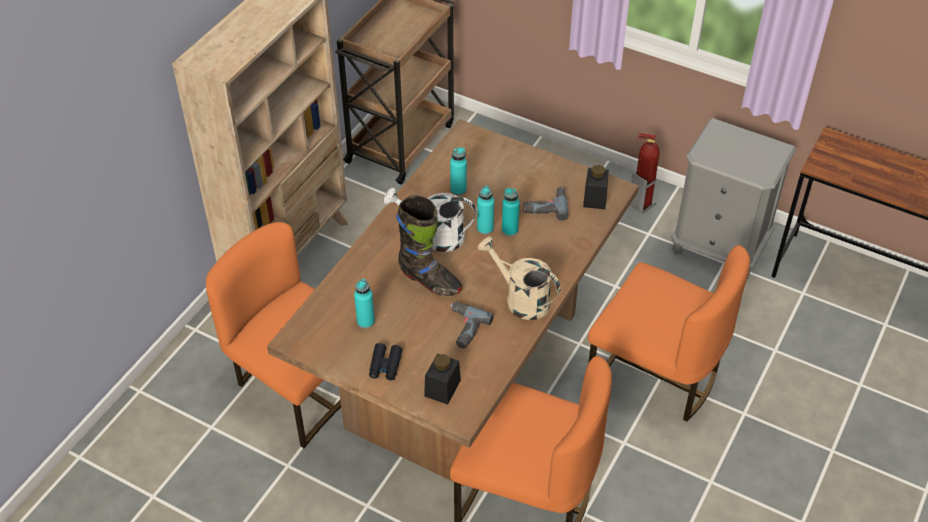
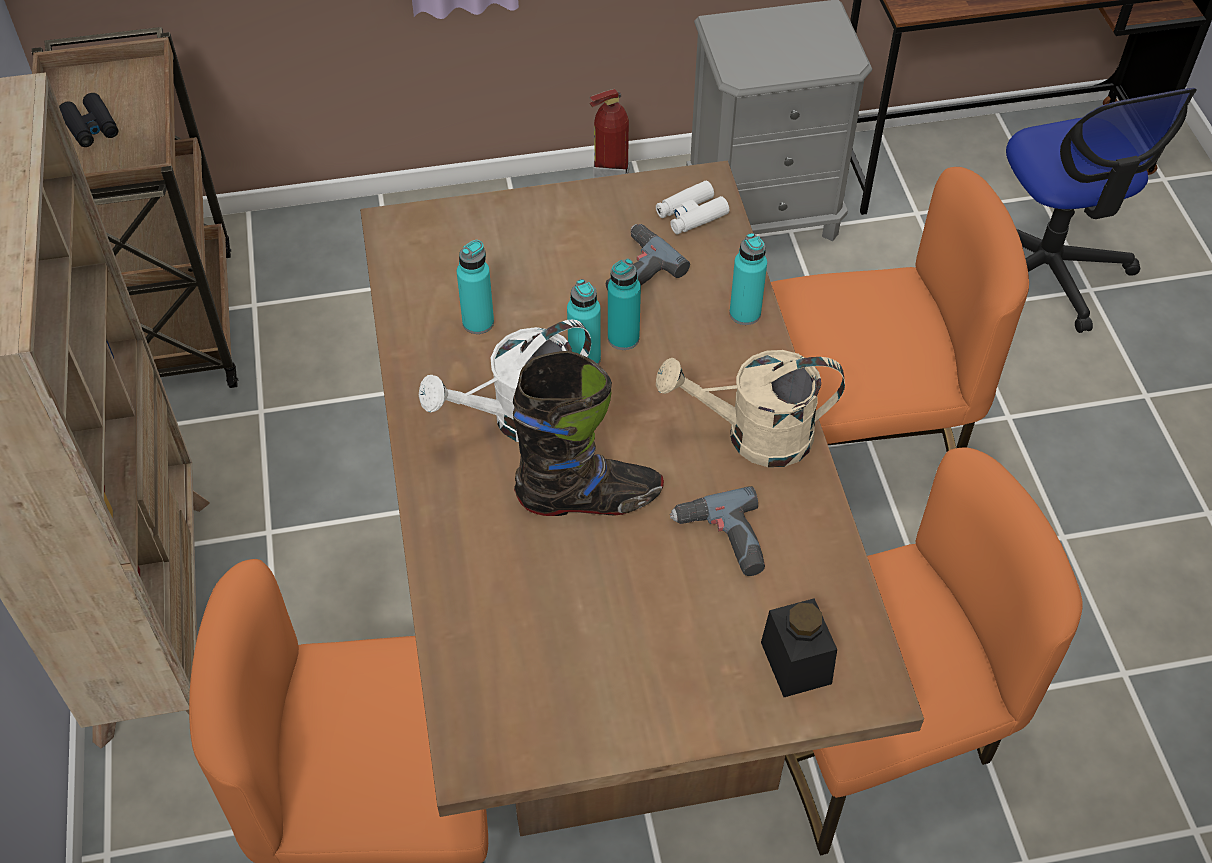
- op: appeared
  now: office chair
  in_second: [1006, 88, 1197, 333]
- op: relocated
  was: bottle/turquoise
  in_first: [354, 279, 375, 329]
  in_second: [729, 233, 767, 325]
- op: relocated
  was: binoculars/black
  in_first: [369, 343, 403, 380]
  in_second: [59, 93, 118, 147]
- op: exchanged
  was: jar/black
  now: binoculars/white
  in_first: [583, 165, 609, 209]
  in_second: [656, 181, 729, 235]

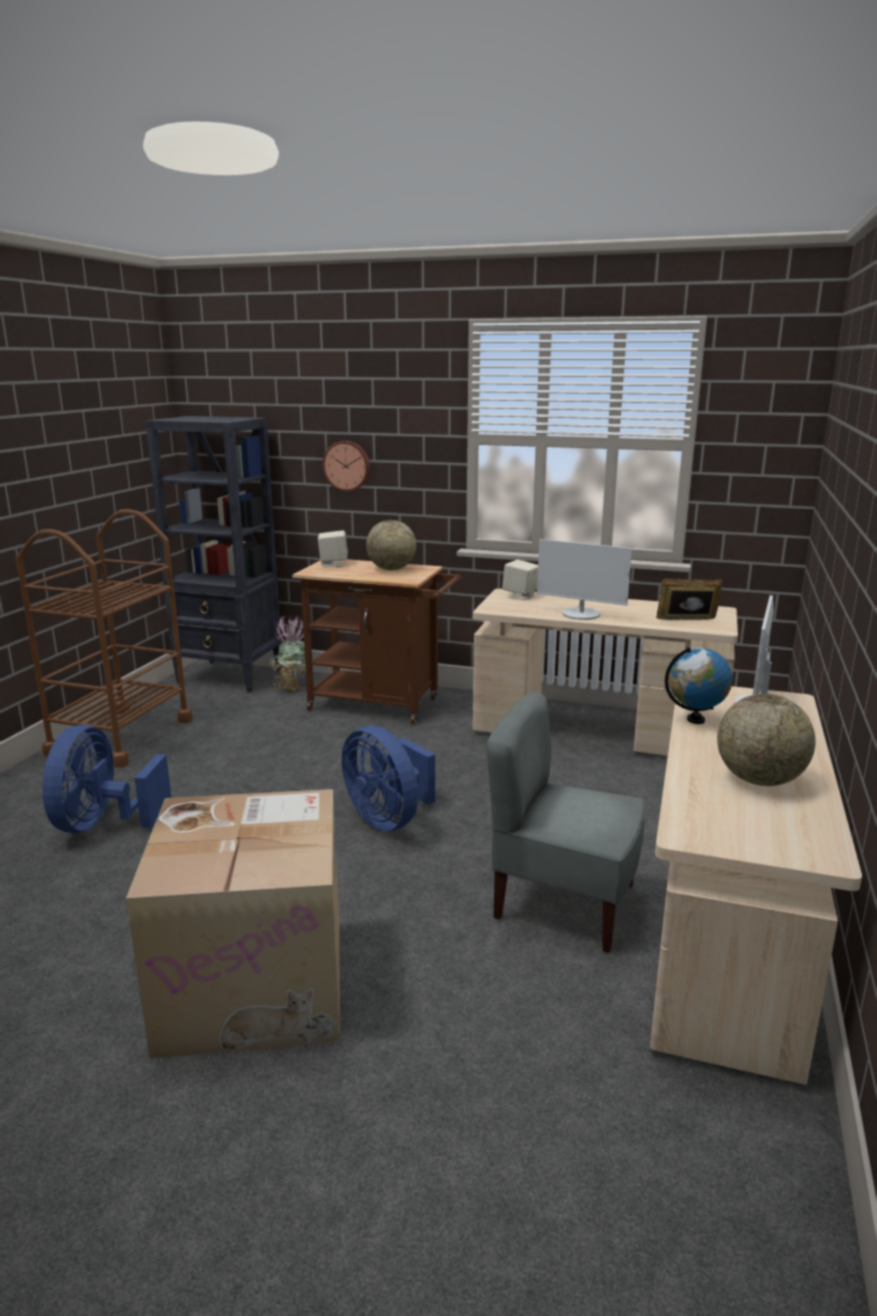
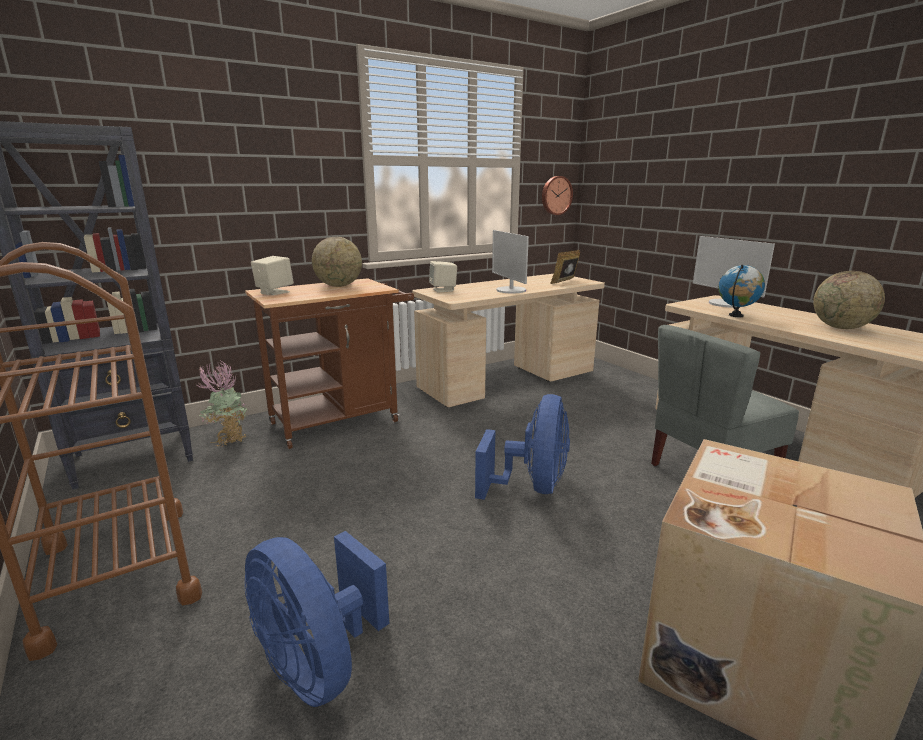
- op: relocated
  was: wall clock
  in_first: [322, 441, 370, 492]
  in_second: [542, 176, 573, 215]
- op: spun
  was: fan/blue
  in_first: [342, 726, 435, 831]
  in_second: [475, 394, 570, 500]
  clockwise: -75
- op: spun
  was: monitor
  in_first: [537, 539, 632, 620]
  in_second: [492, 230, 529, 293]
  clockwise: 90

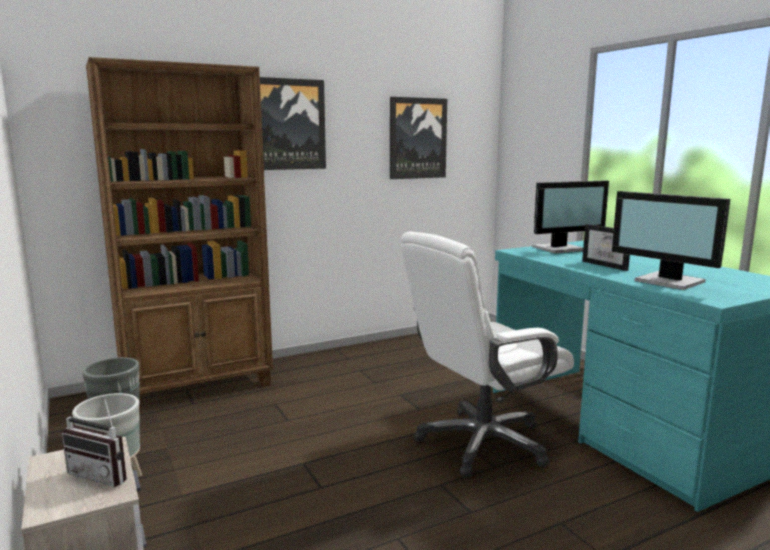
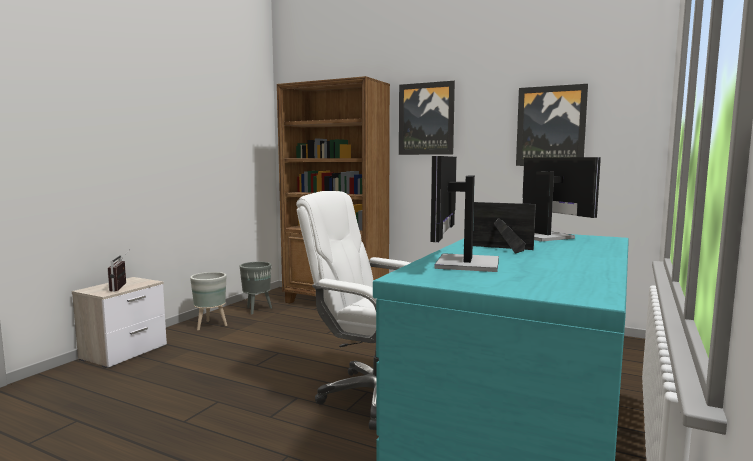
- op: spun
  was: monitor
  in_first: [532, 181, 609, 253]
  in_second: [522, 157, 601, 242]
  clockwise: -150
- op: spun
  was: picture frame
  in_first: [582, 224, 630, 271]
  in_second: [473, 202, 536, 254]
  clockwise: 90

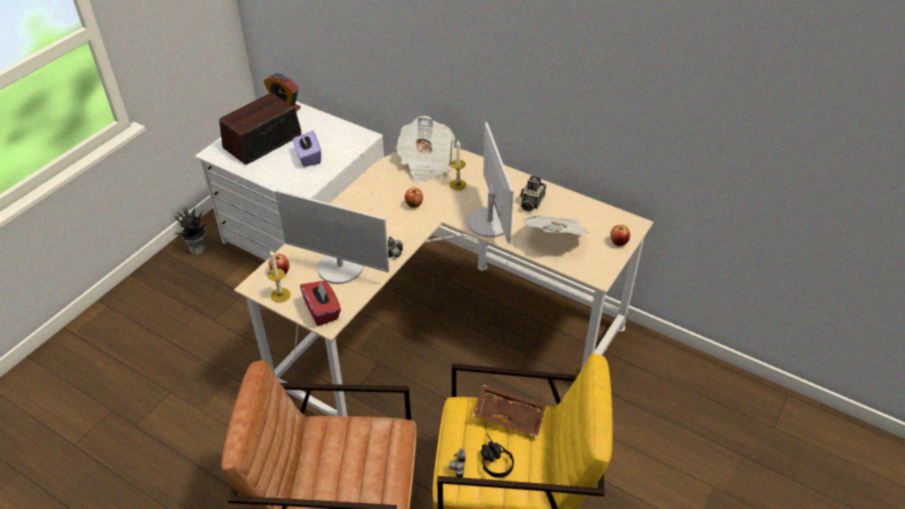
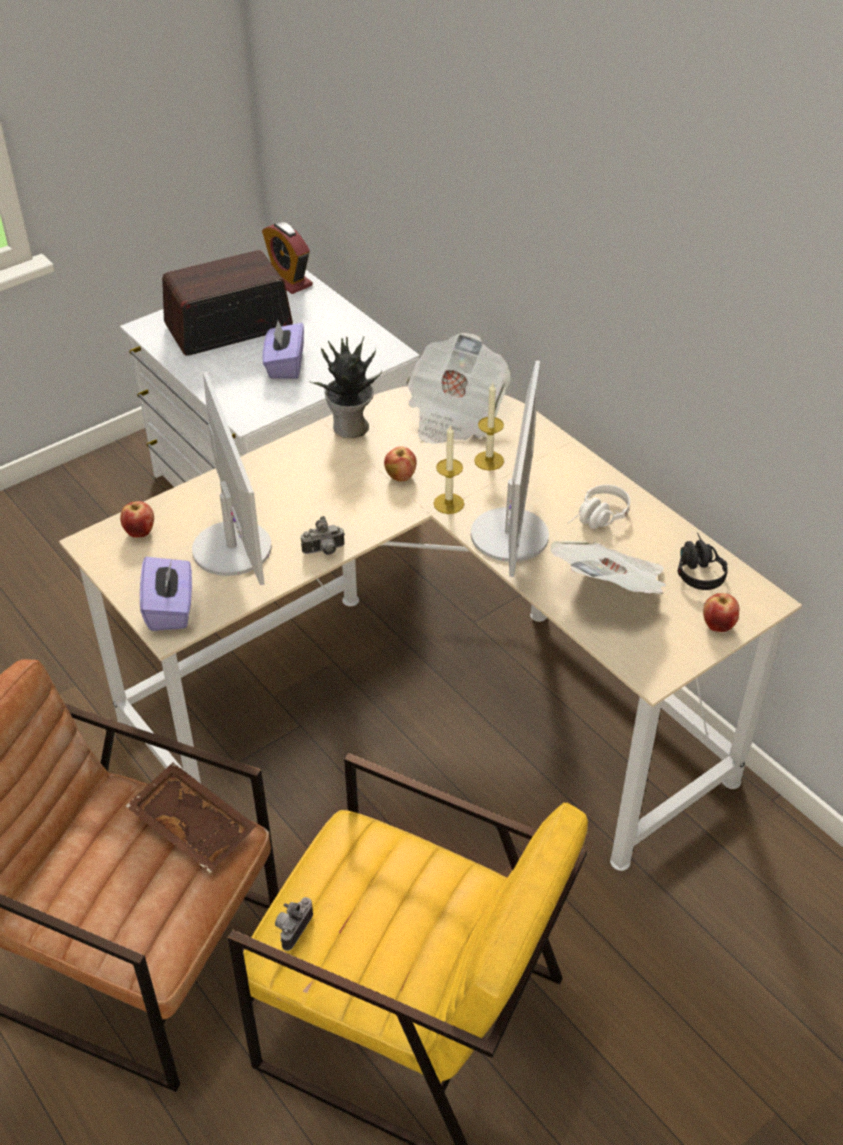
- op: relocated
  was: potted plant
  in_first: [174, 205, 208, 255]
  in_second: [309, 337, 382, 438]
- op: relocated
  was: candle
  in_first: [268, 250, 291, 303]
  in_second: [434, 424, 464, 514]
- op: relocated
  was: tray/brown
  in_first: [473, 384, 546, 437]
  in_second: [126, 762, 257, 873]
- op: relocated
  was: headphones/black
  in_first: [481, 434, 514, 478]
  in_second: [677, 532, 728, 590]
- op: exchanged
  was: photo camera
  now: headphones/white
  in_first: [520, 176, 546, 212]
  in_second: [568, 485, 630, 529]
- op: colour
  was: tissue box/red
  now: tissue box/purple
  in_first: [300, 280, 341, 326]
  in_second: [140, 557, 192, 631]
- op: spun
  was: monitor
  in_first: [275, 190, 389, 284]
  in_second: [192, 372, 272, 585]
  clockwise: -150

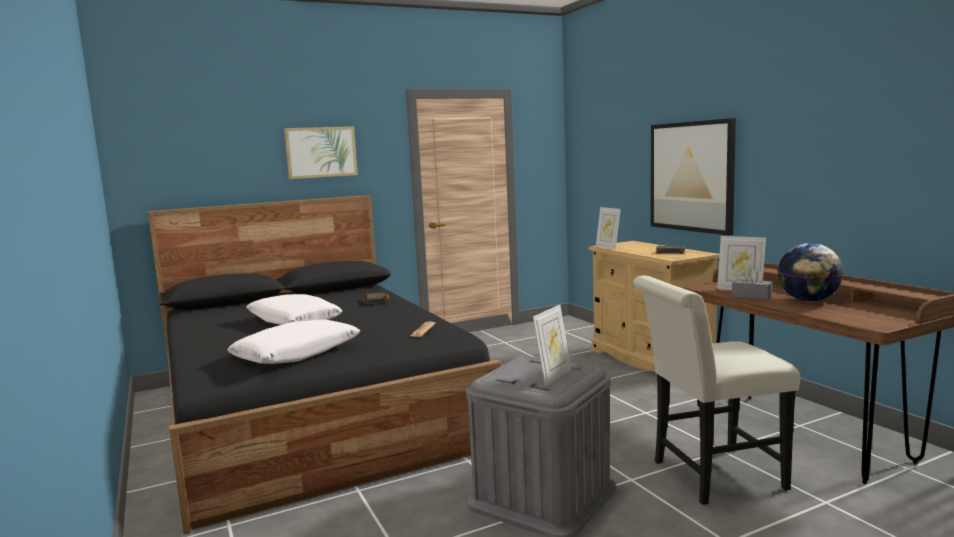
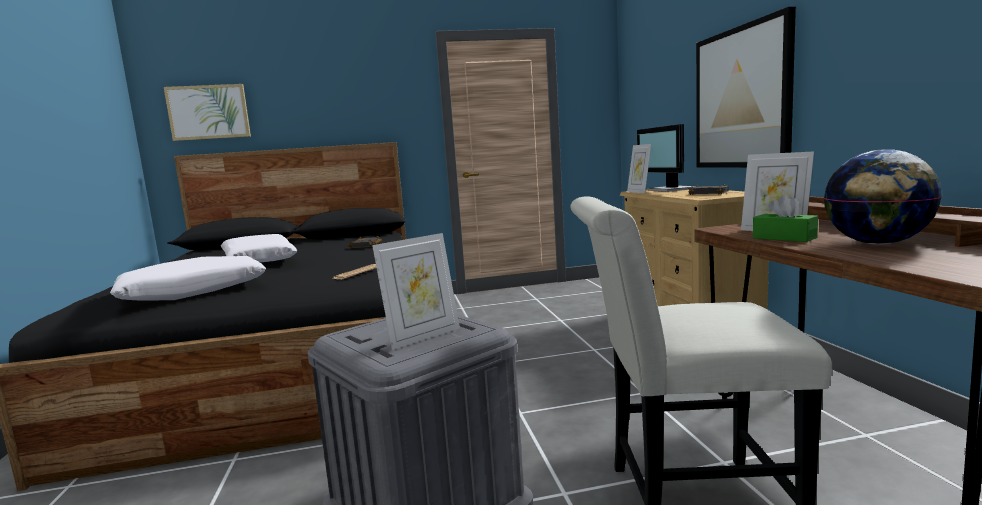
- op: appeared
  now: monitor
  in_second: [637, 124, 697, 192]
- op: relocated
  was: picture
  in_first: [284, 126, 358, 179]
  in_second: [164, 84, 251, 141]
- op: colour
  was: tissue box/grey
  now: tissue box/green
  in_first: [732, 268, 772, 300]
  in_second: [753, 195, 818, 242]

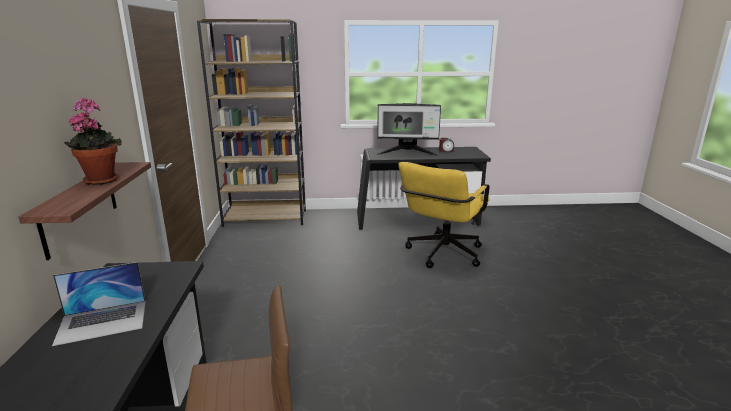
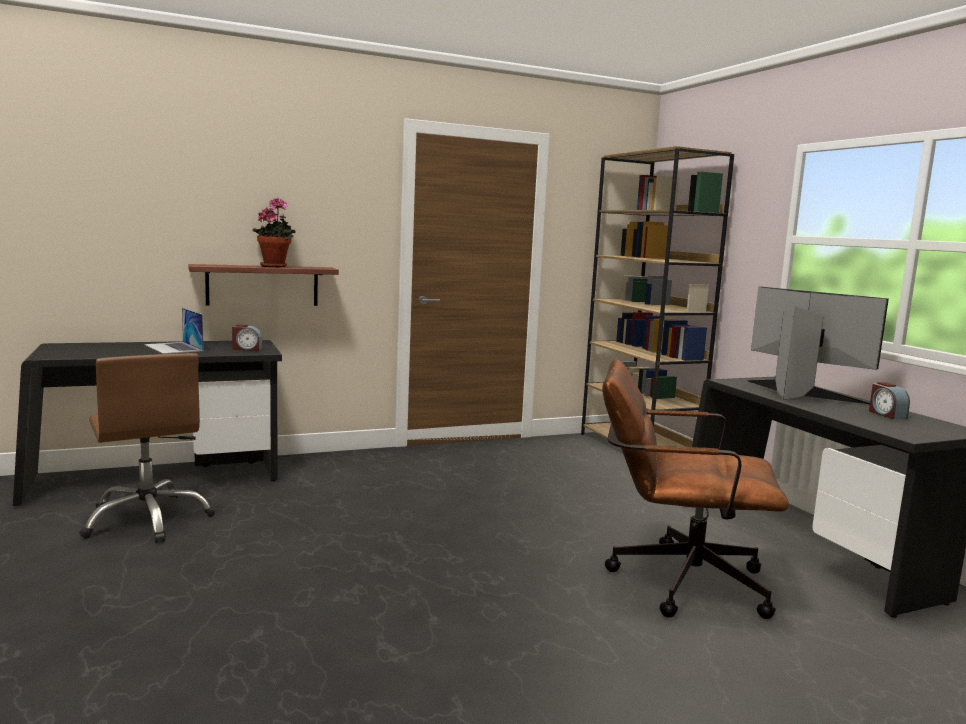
- op: appeared
  now: alarm clock
  in_second: [232, 324, 262, 351]
- op: colour
  was: office chair/yellow
  now: office chair/brown
  in_first: [399, 162, 489, 268]
  in_second: [602, 359, 789, 619]
- op: spun
  was: monitor
  in_first: [376, 103, 441, 156]
  in_second: [748, 287, 889, 405]
  clockwise: 150

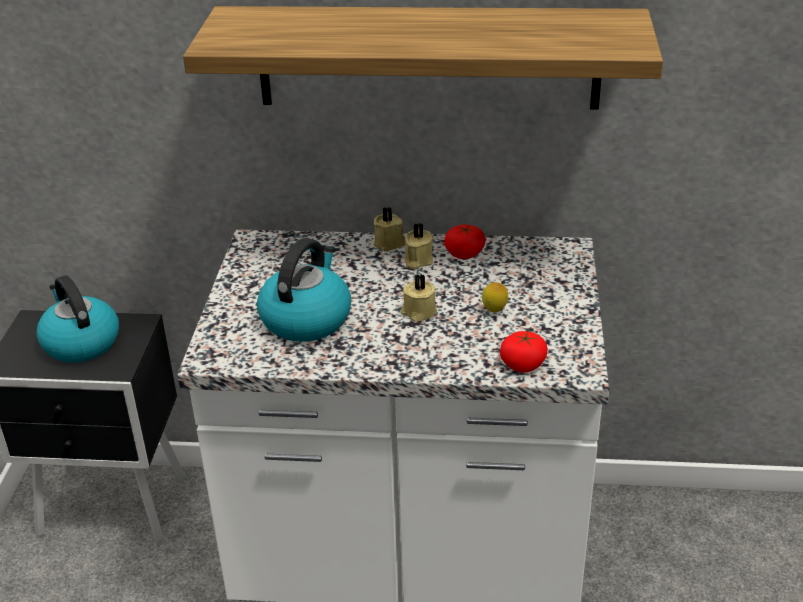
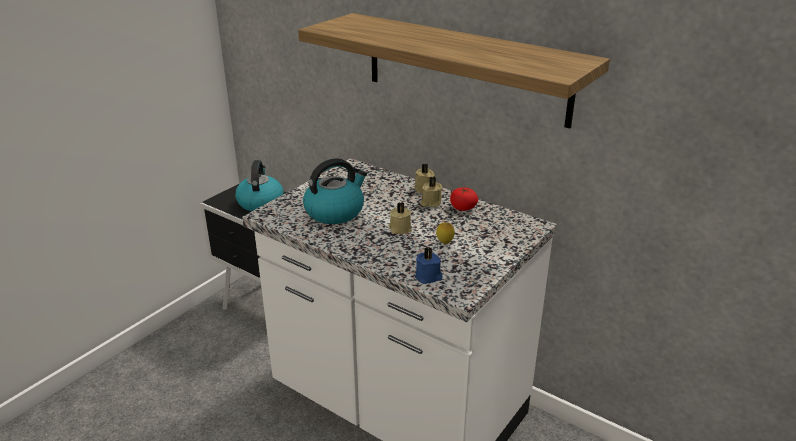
- op: exchanged
  was: tomato
  now: candle/blue
  in_first: [500, 331, 548, 373]
  in_second: [415, 247, 443, 284]

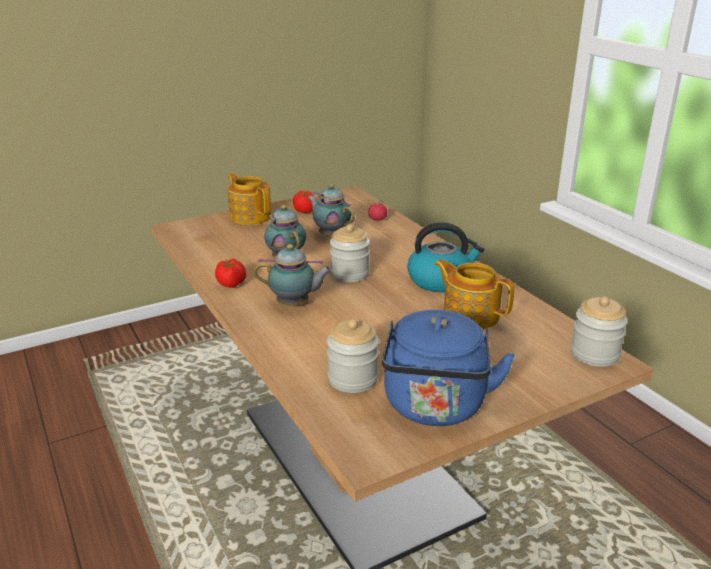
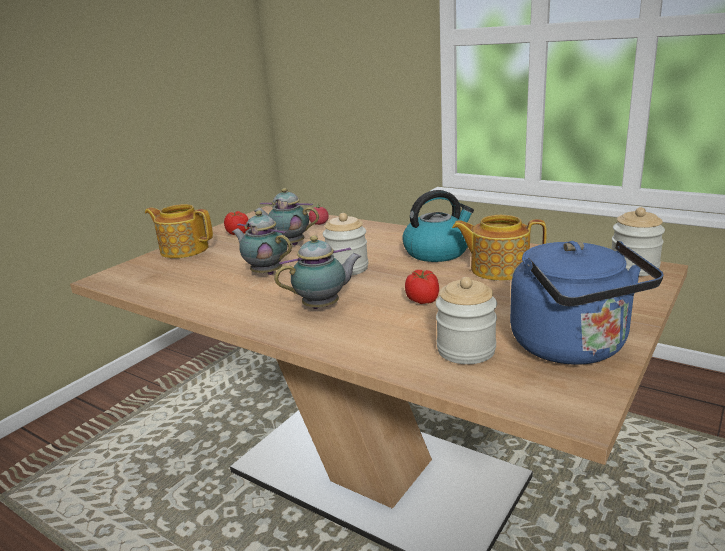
- op: relocated
  was: tomato
  in_first: [215, 259, 246, 288]
  in_second: [405, 270, 439, 304]

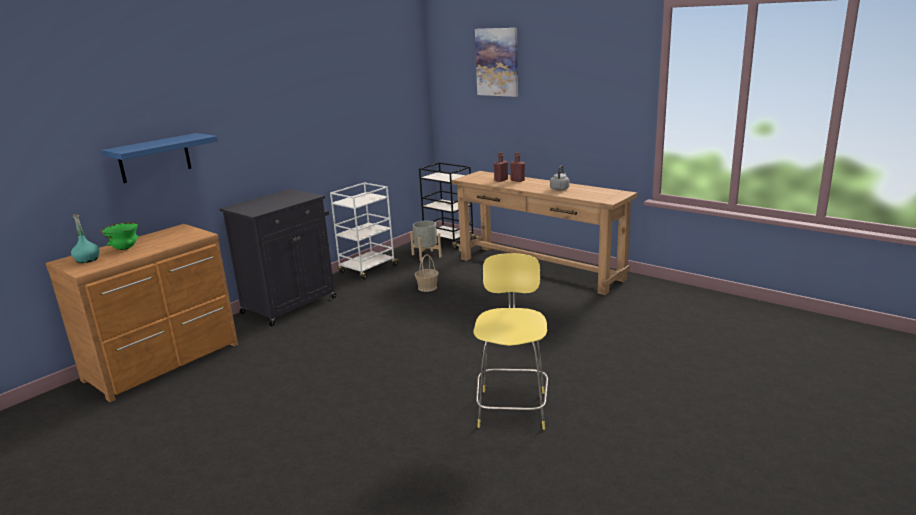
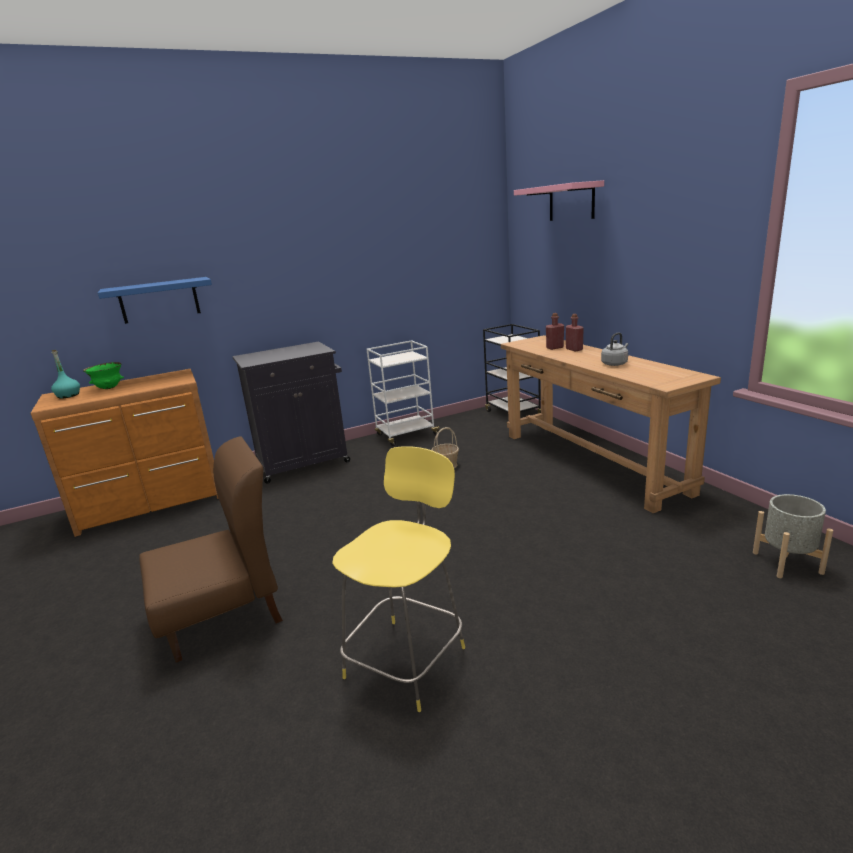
- op: appeared
  now: chair/brown
  in_second: [139, 436, 283, 663]
- op: relocated
  was: planter/grey
  in_first: [410, 221, 442, 262]
  in_second: [753, 494, 833, 578]
- op: exchanged
  was: picture
  now: shelf/pink
  in_first: [475, 28, 518, 97]
  in_second: [514, 180, 604, 221]

